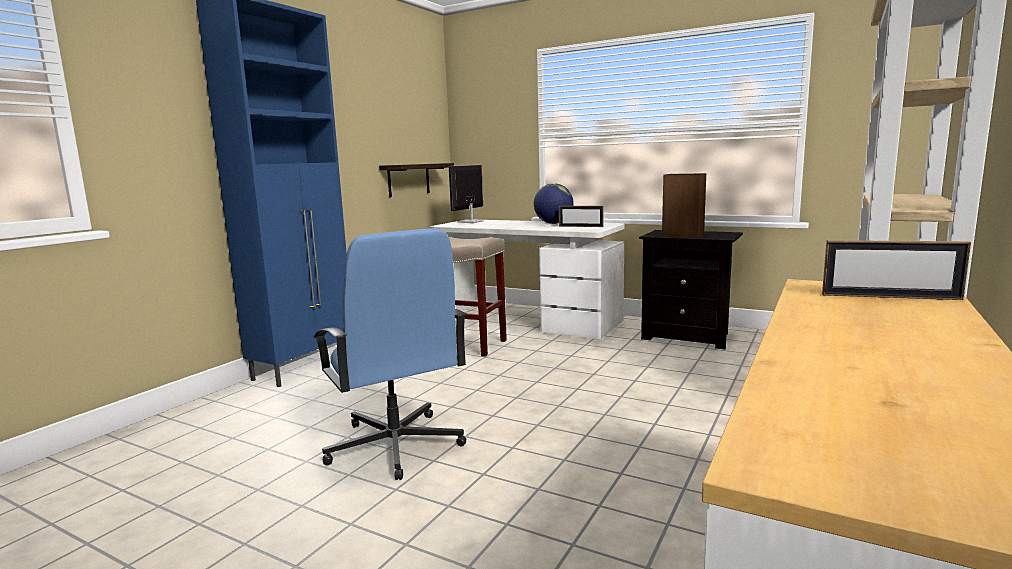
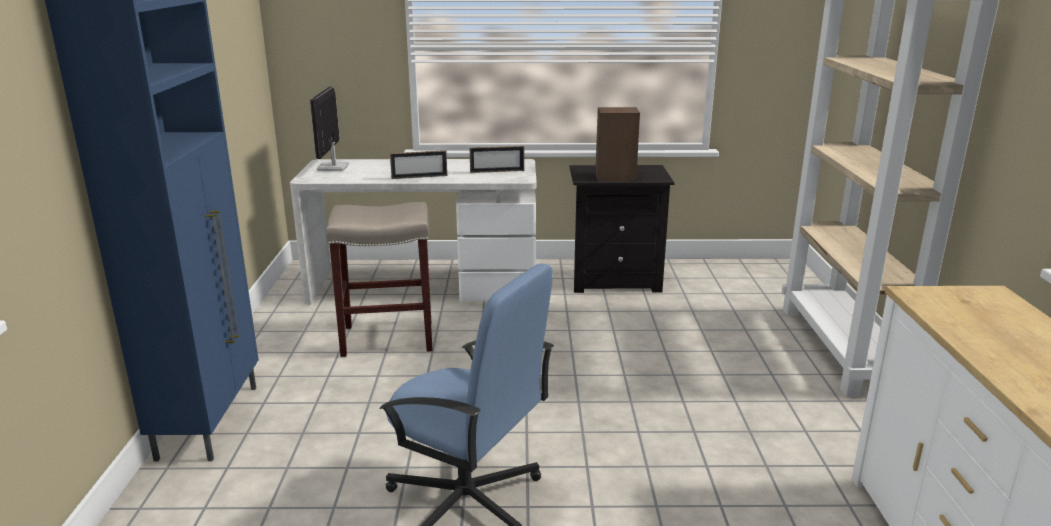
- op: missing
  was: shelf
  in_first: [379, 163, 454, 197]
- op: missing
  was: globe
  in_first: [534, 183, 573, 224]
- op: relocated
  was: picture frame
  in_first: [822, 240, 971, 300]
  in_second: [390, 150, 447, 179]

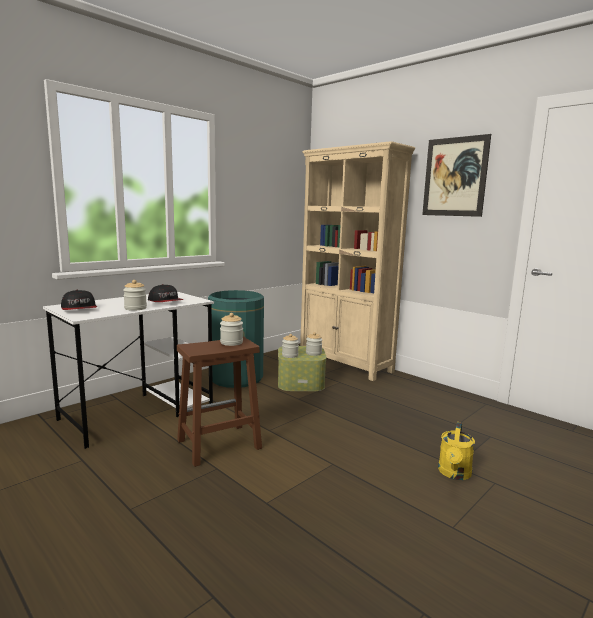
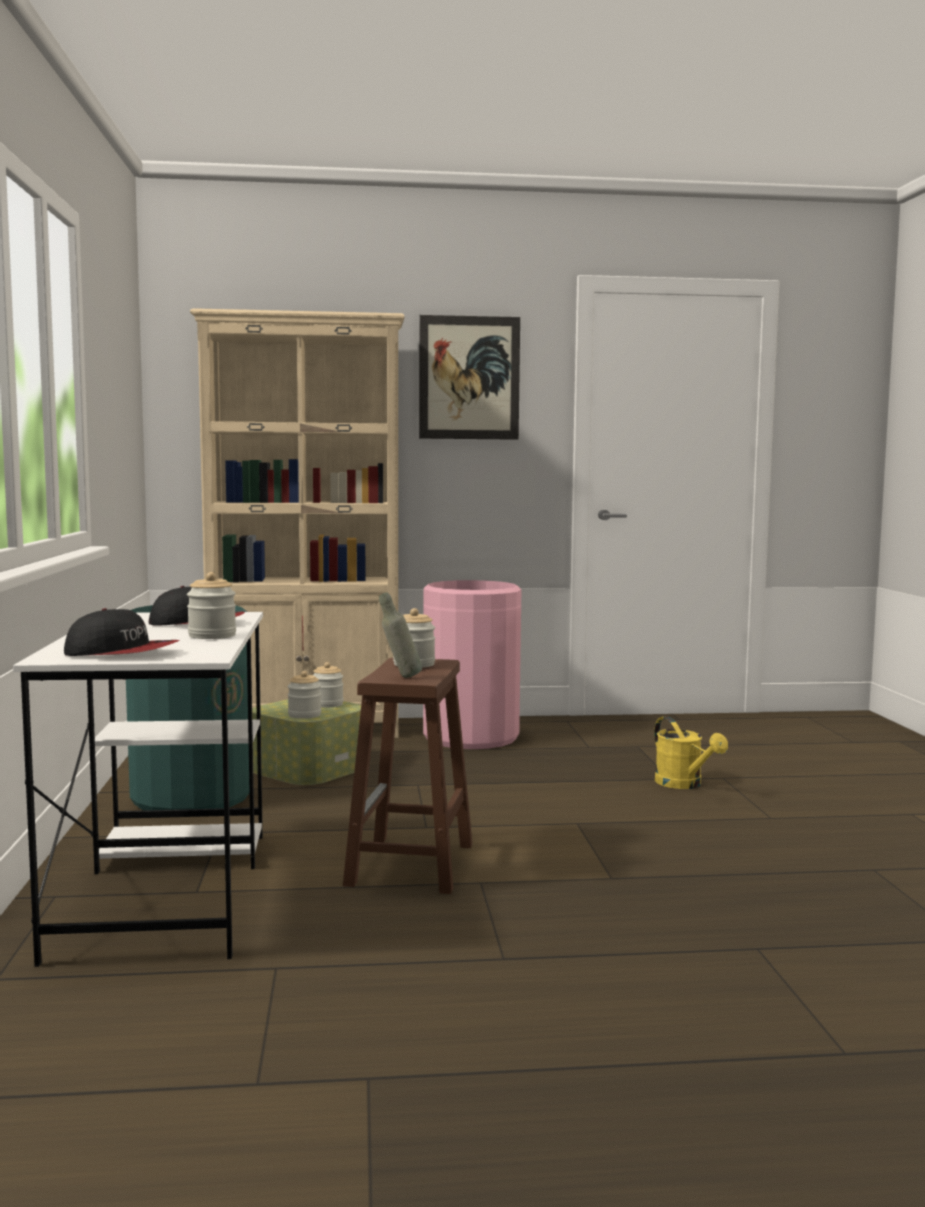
- op: appeared
  now: bottle/grey
  in_second: [379, 592, 422, 678]
- op: appeared
  now: trash can/pink
  in_second: [423, 580, 521, 749]

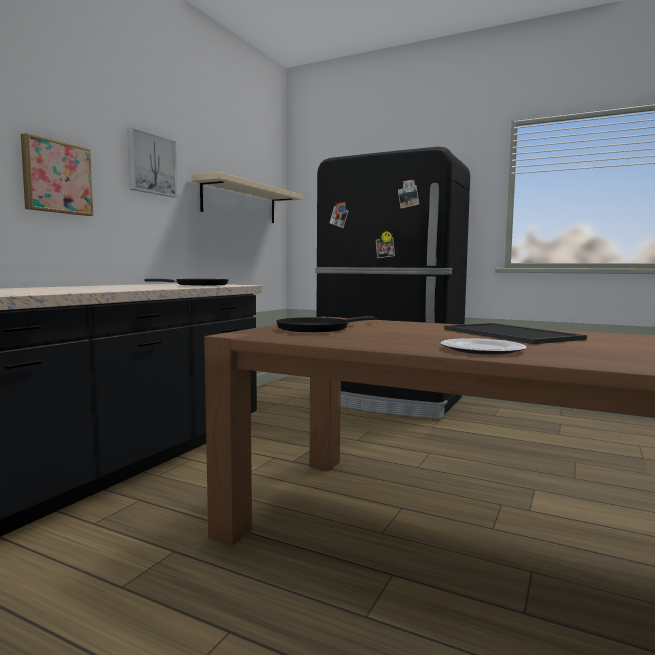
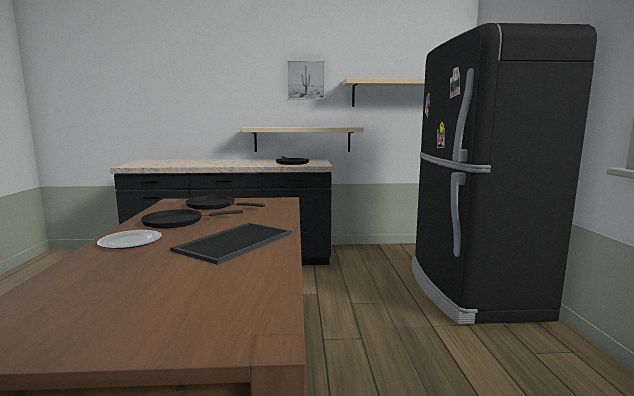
- op: missing
  was: picture
  in_first: [21, 133, 93, 216]
- op: appeared
  now: frying pan/black
  in_second: [141, 209, 243, 229]
- op: appeared
  now: shelf/beige
  in_second: [241, 127, 364, 152]

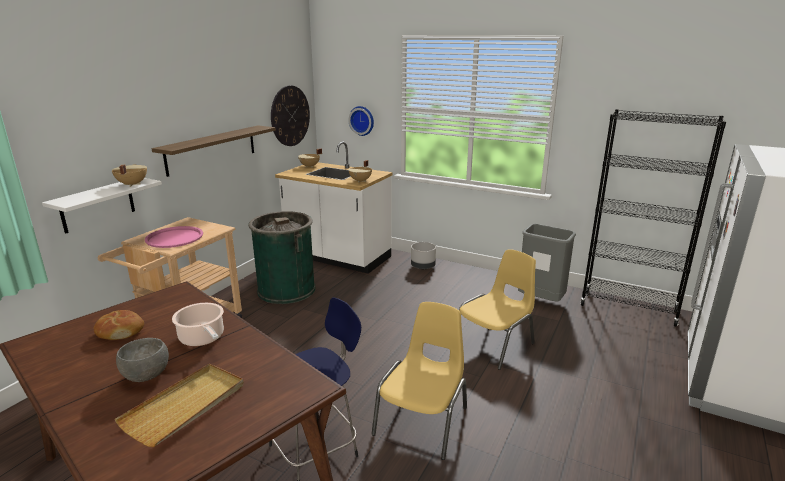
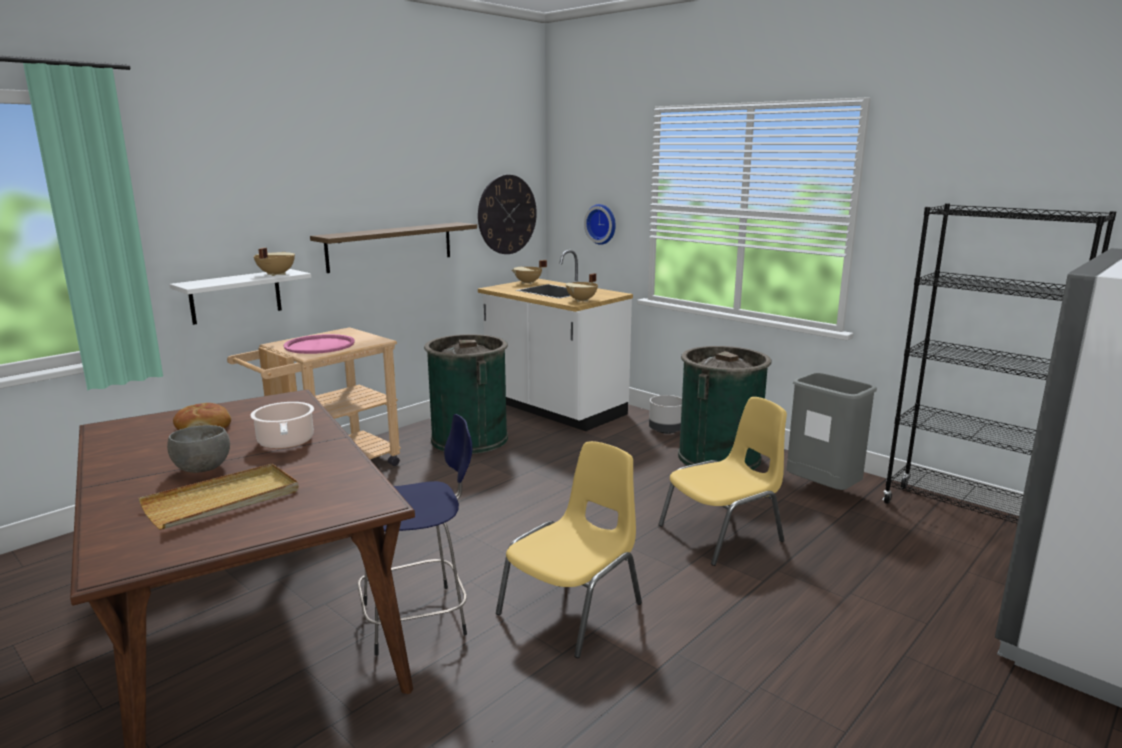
- op: appeared
  now: trash can/green
  in_second: [678, 346, 772, 470]

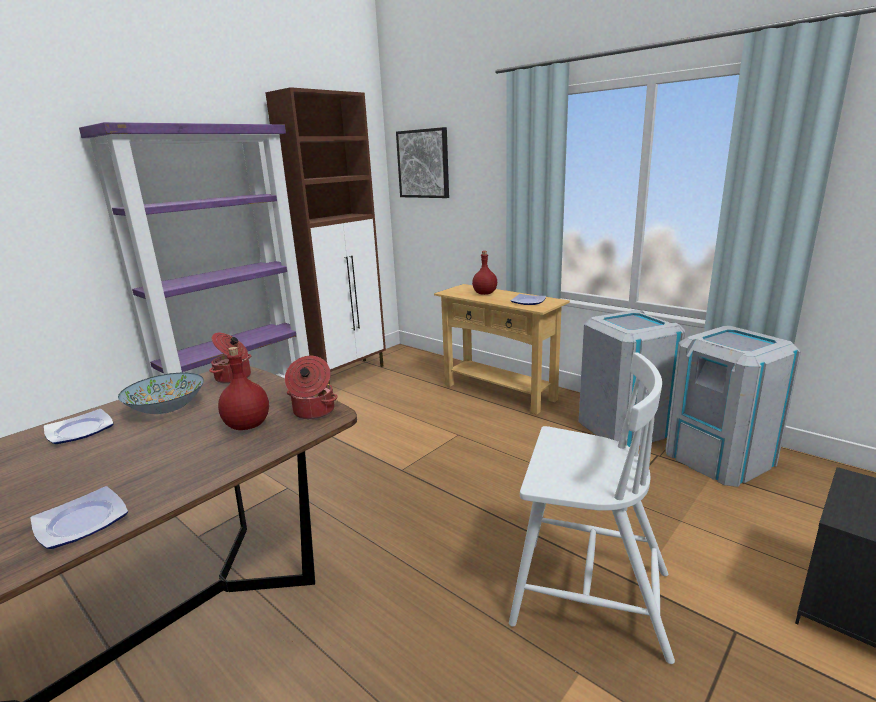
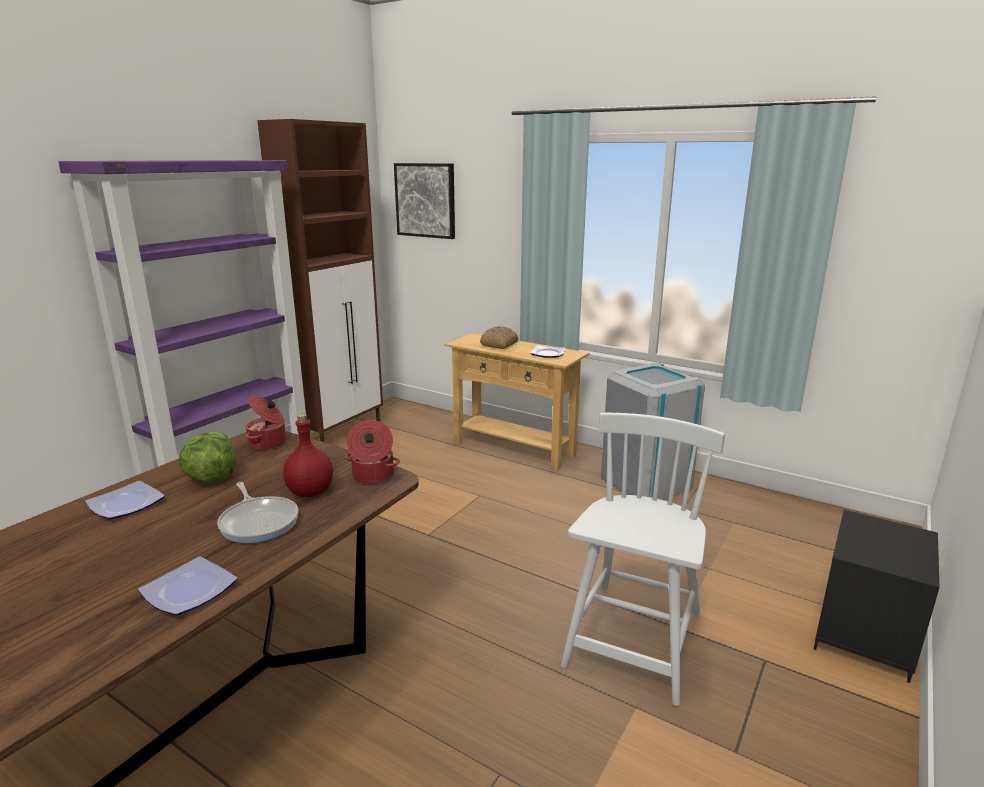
- op: missing
  was: trash can/grey
  in_first: [666, 326, 801, 487]
- op: appeared
  now: frying pan
  in_second: [217, 482, 299, 543]
- op: exchanged
  was: bowl
  now: lettuce
  in_first: [118, 373, 204, 414]
  in_second: [178, 432, 236, 483]
- op: exchanged
  was: bottle/red
  now: bread
  in_first: [472, 251, 497, 295]
  in_second: [480, 326, 518, 349]
- op: spun
  was: chair/white
  in_first: [509, 353, 675, 664]
  in_second: [561, 413, 725, 706]
  clockwise: -75

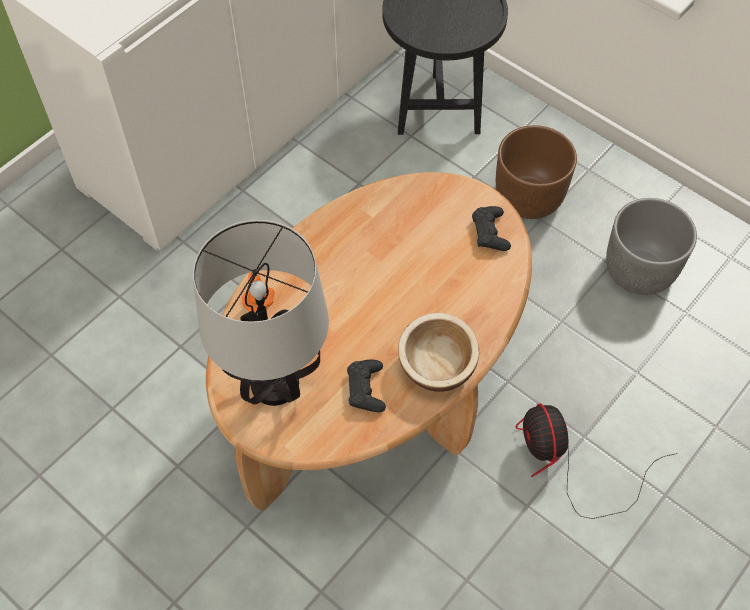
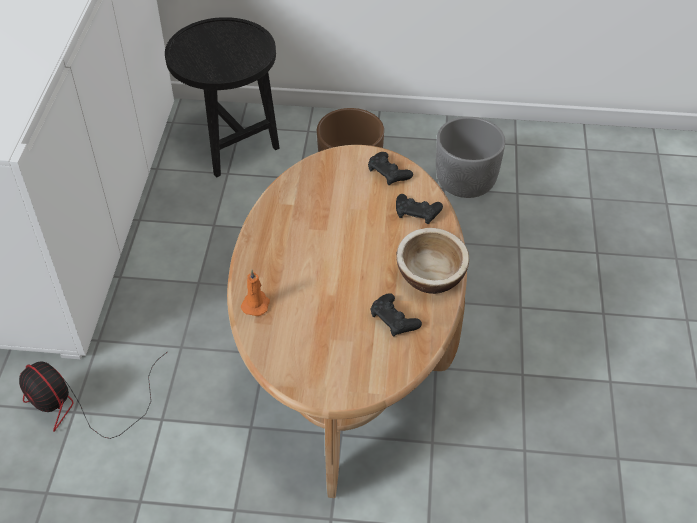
- op: missing
  was: table lamp
  in_first: [193, 220, 329, 406]
- op: appeared
  now: game controller/black
  in_second: [396, 194, 443, 224]
- op: relocated
  was: fan
  in_first: [515, 403, 677, 519]
  in_second: [19, 352, 167, 439]

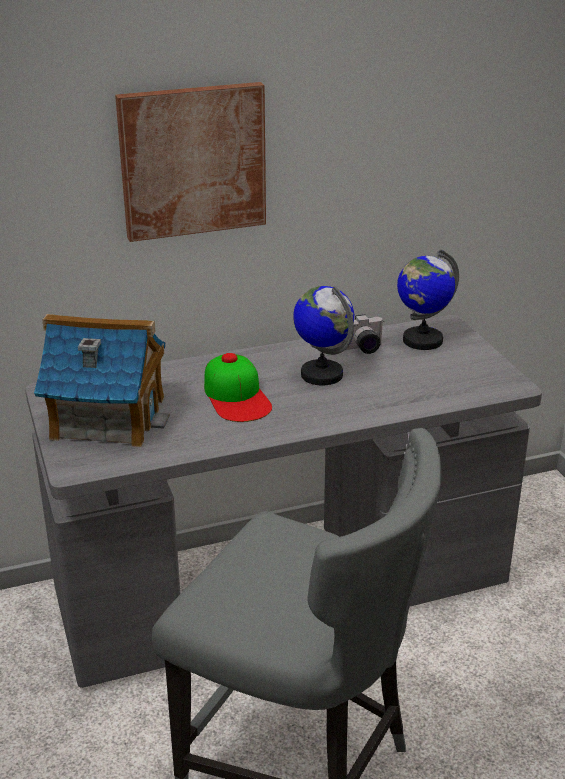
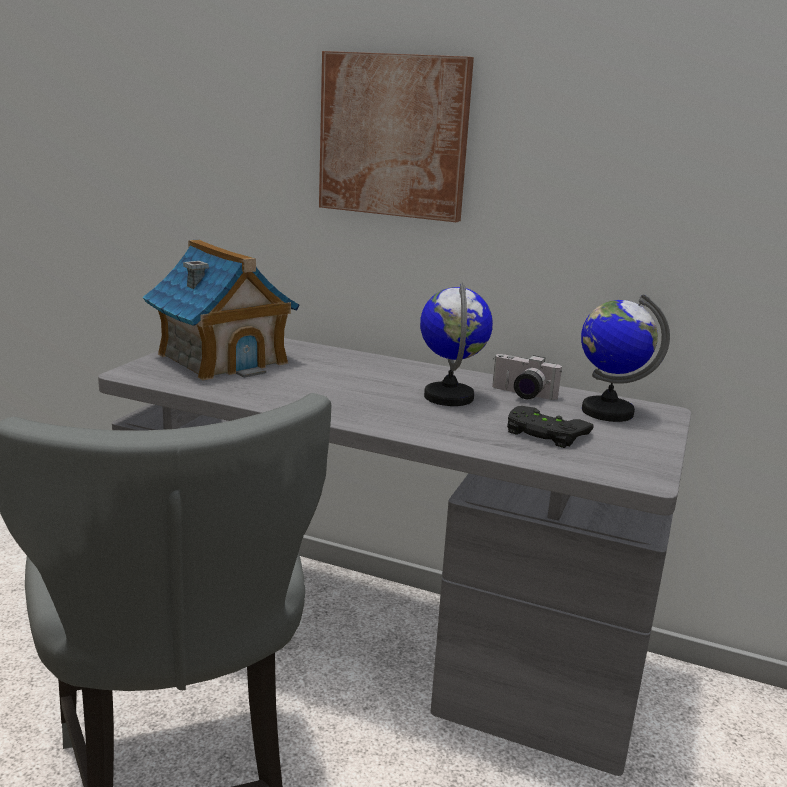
- op: missing
  was: cap
  in_first: [204, 353, 272, 422]
- op: appeared
  now: game controller/black
  in_second: [507, 406, 593, 448]

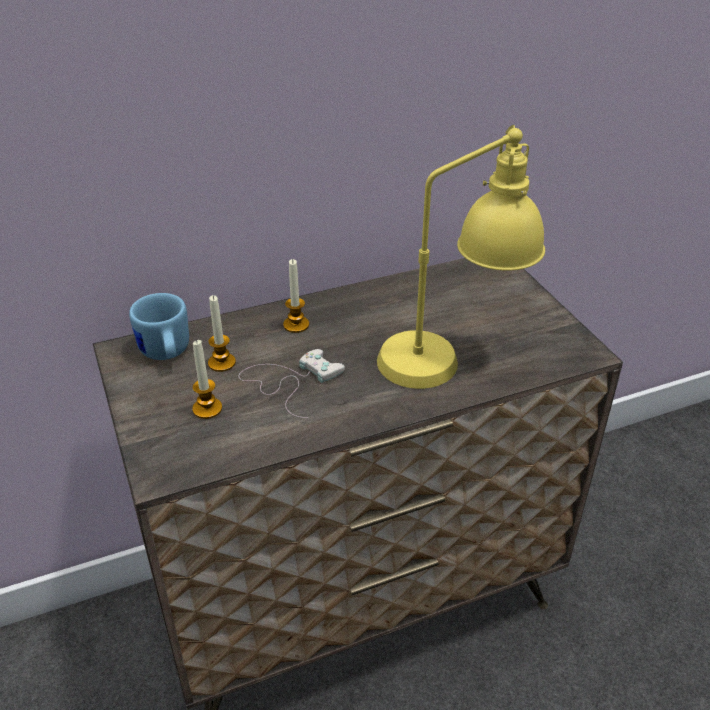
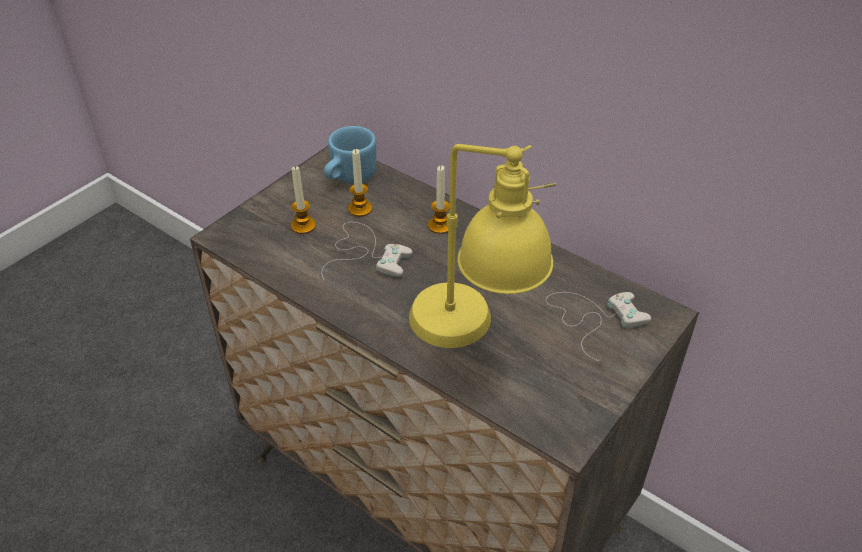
- op: appeared
  now: game controller/white
  in_second: [546, 292, 651, 361]

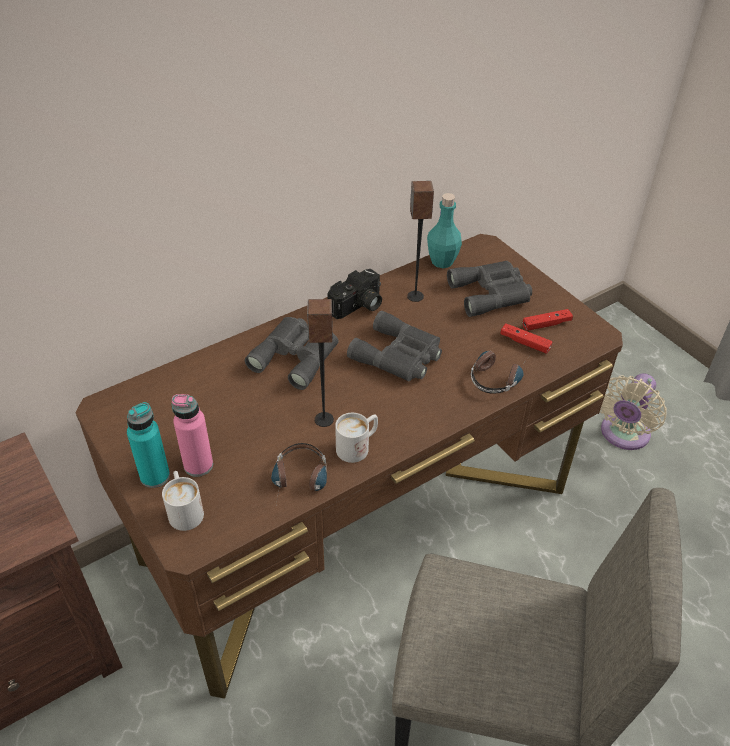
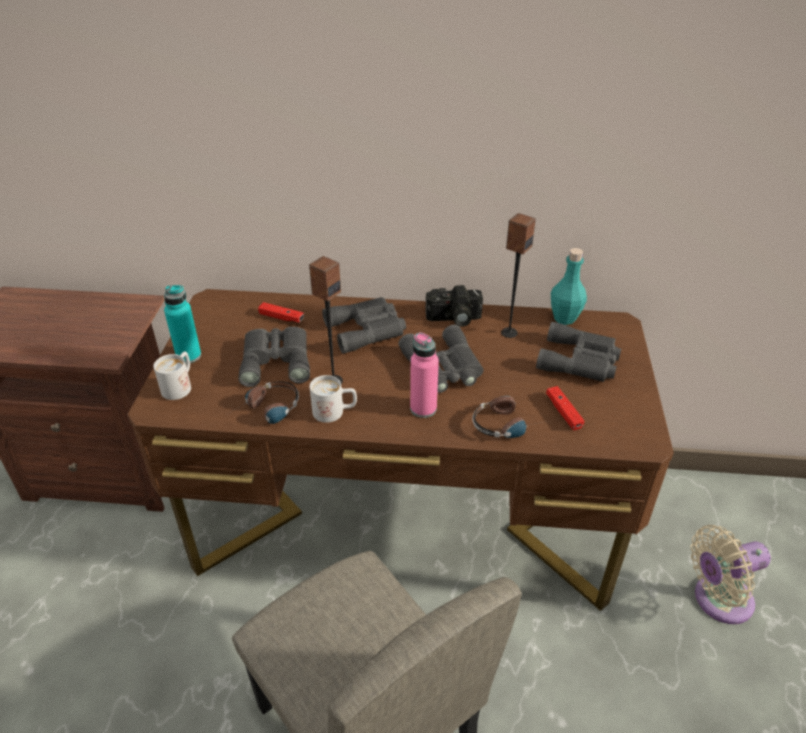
- op: appeared
  now: binoculars/grey
  in_second: [239, 327, 310, 387]
- op: relocated
  was: bottle/pink
  in_first: [172, 394, 213, 477]
  in_second: [410, 332, 439, 418]
- op: relocated
  was: game controller/red
  in_first: [523, 309, 573, 331]
  in_second: [258, 302, 304, 323]

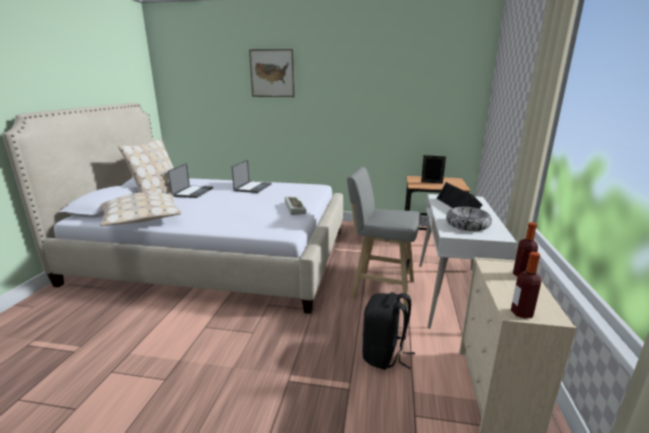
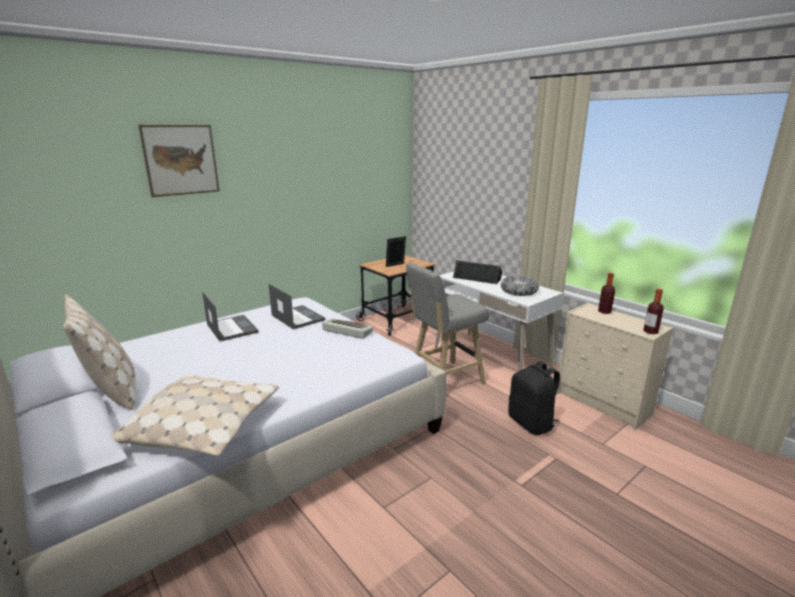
- op: relocated
  was: laptop
  in_first: [168, 163, 213, 198]
  in_second: [269, 284, 326, 329]

